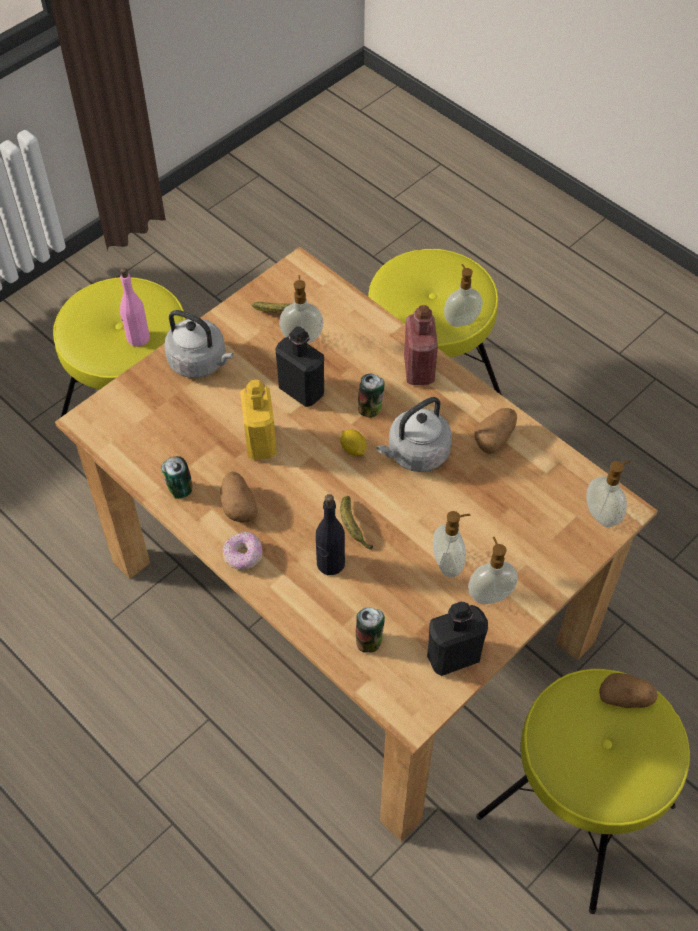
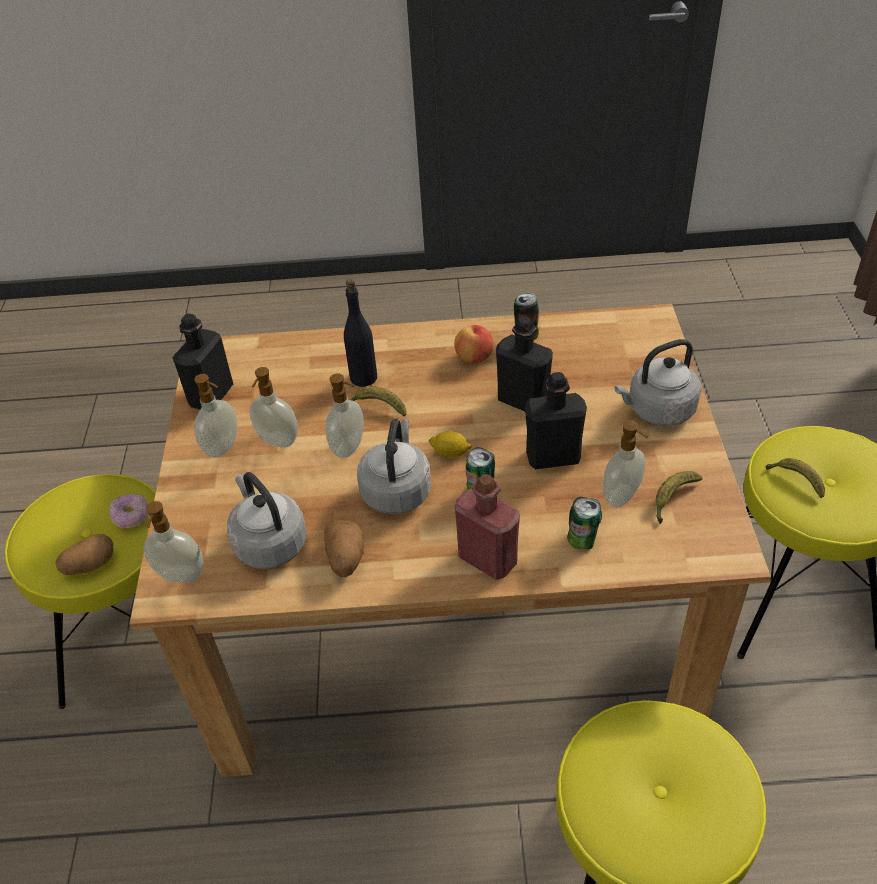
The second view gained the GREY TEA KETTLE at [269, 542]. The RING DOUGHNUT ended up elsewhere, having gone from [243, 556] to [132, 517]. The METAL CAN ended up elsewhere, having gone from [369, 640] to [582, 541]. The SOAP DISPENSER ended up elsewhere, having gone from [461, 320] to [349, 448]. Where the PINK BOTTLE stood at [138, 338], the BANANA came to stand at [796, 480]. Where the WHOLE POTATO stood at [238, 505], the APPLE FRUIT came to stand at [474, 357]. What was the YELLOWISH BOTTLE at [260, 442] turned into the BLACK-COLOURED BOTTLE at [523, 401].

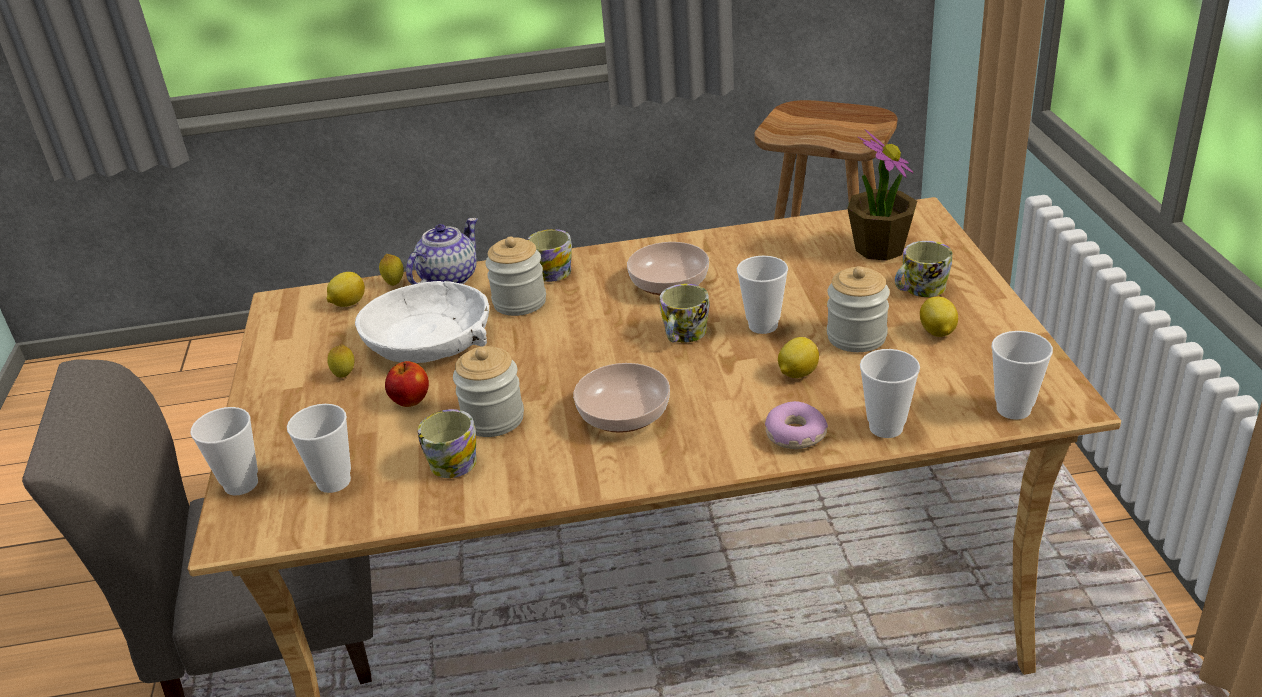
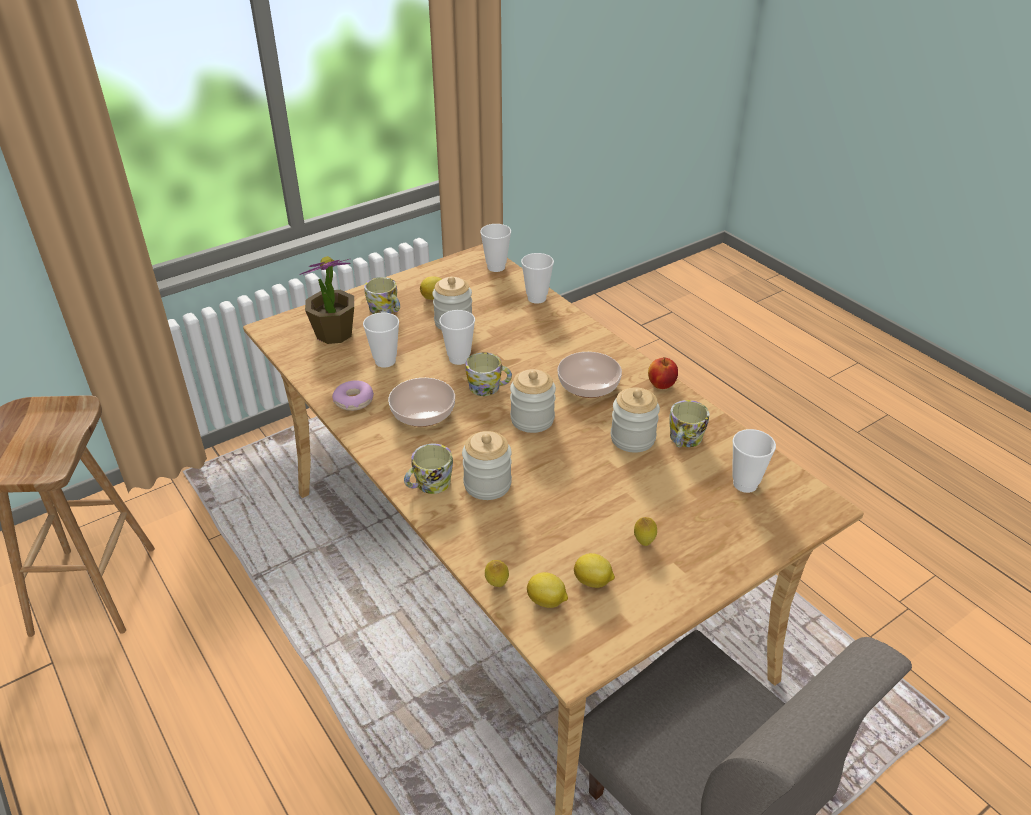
The second view lost the WHITISH DEEP DISH at [429, 340]. The second view lost the TEA POT at [448, 278]. The second view gained the JAR at [532, 419]. The CUP ended up elsewhere, having gone from [241, 484] to [385, 361]. The APPLE FRUIT ended up elsewhere, having gone from [410, 400] to [661, 385]. The RING DOUGHNUT ended up elsewhere, having gone from [794, 434] to [354, 401]. The WHOLE LEMON ended up elsewhere, having gone from [797, 373] to [593, 582].

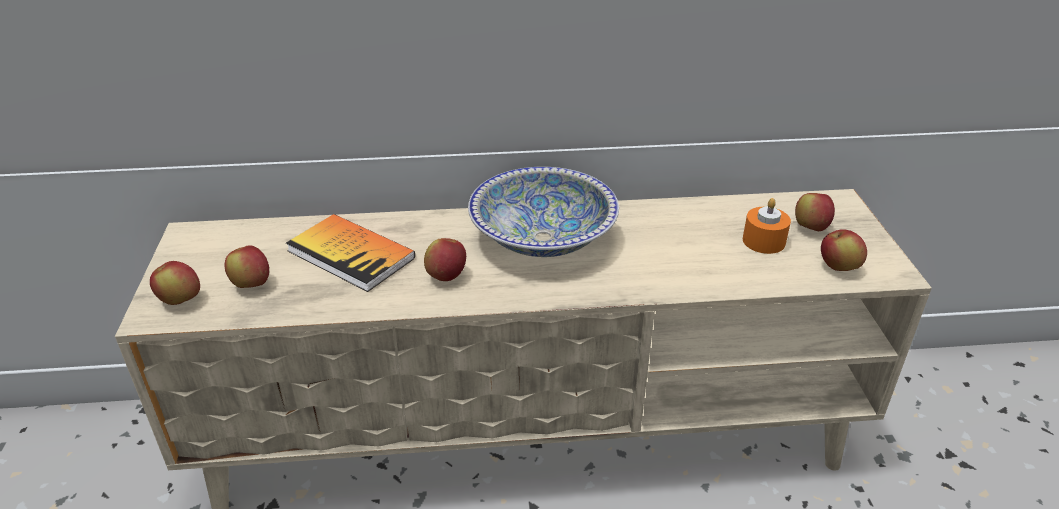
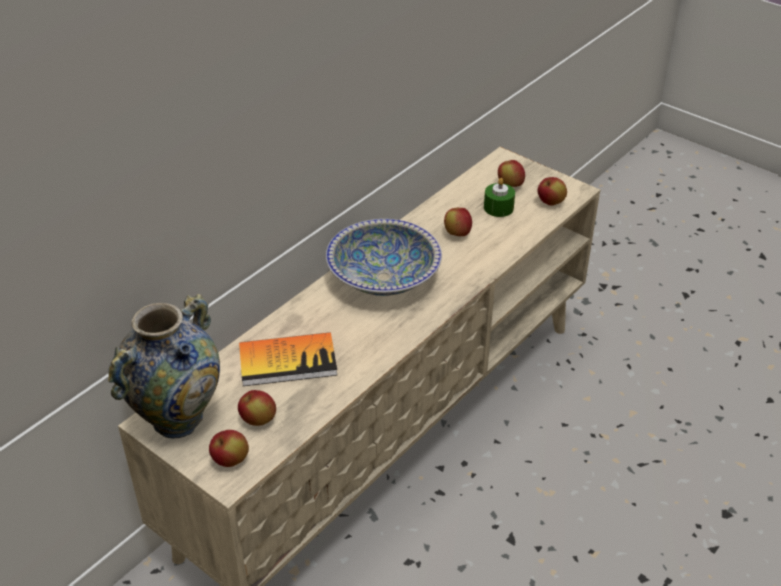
The second view gained the DECORATIVE VASE at [178, 419]. The APPLE FRUIT ended up elsewhere, having gone from [446, 276] to [457, 233]. What was the ORANGEY WAX LIGHT at [763, 241] turned into the GREENISH WAX LIGHT at [498, 208].

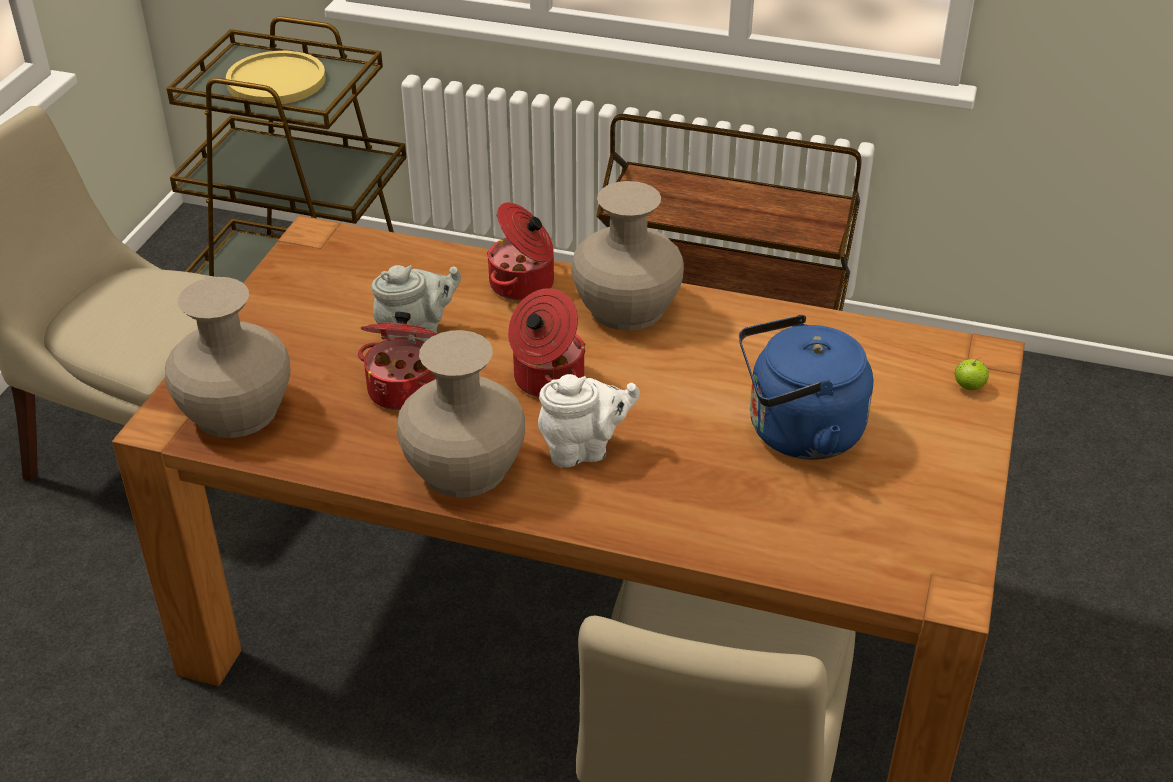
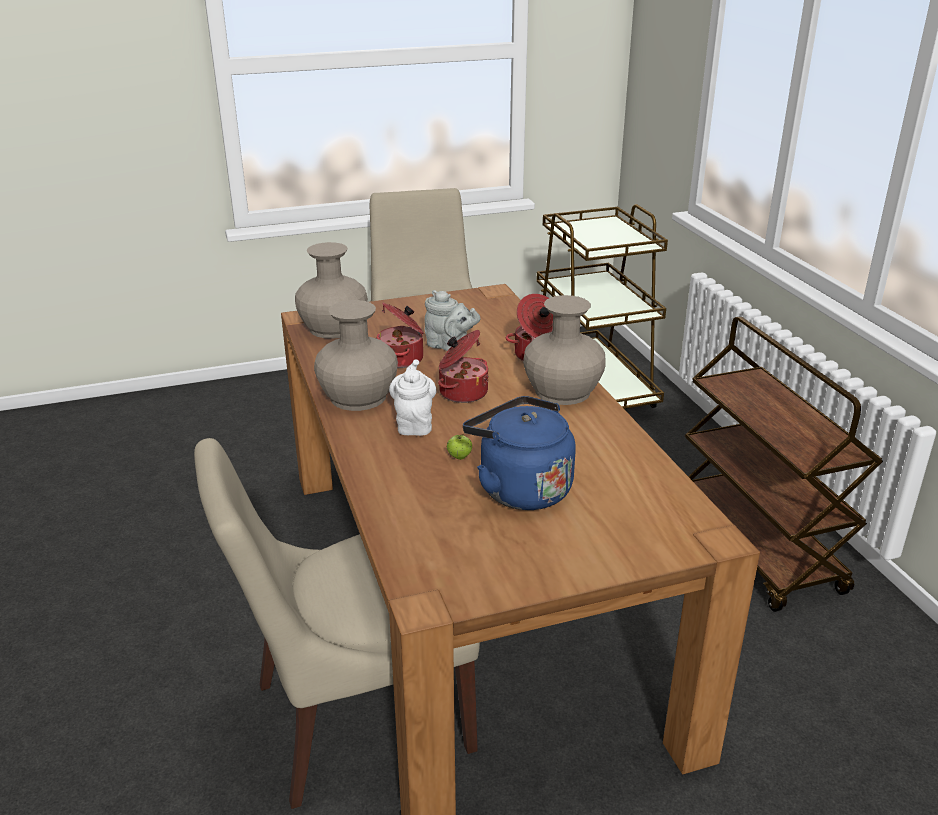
The second view lost the YELLOWISH PLATE at [276, 81]. The APPLE FRUIT ended up elsewhere, having gone from [968, 387] to [459, 457]. The WHITISH TEA POT at [583, 450] ended up facing another way, 135 degrees counterclockwise from before.

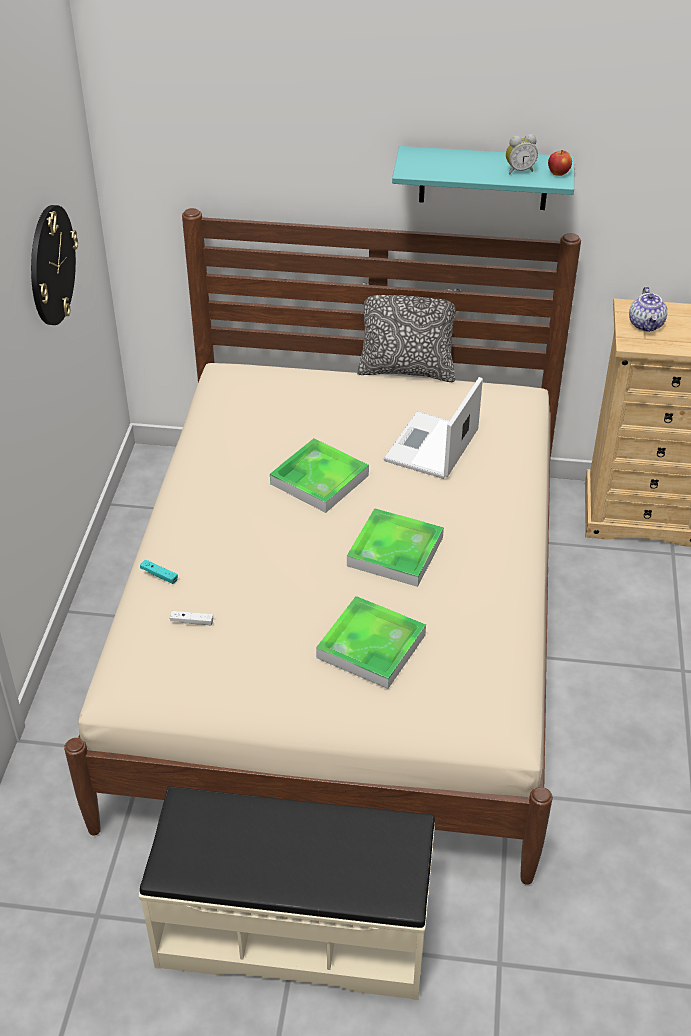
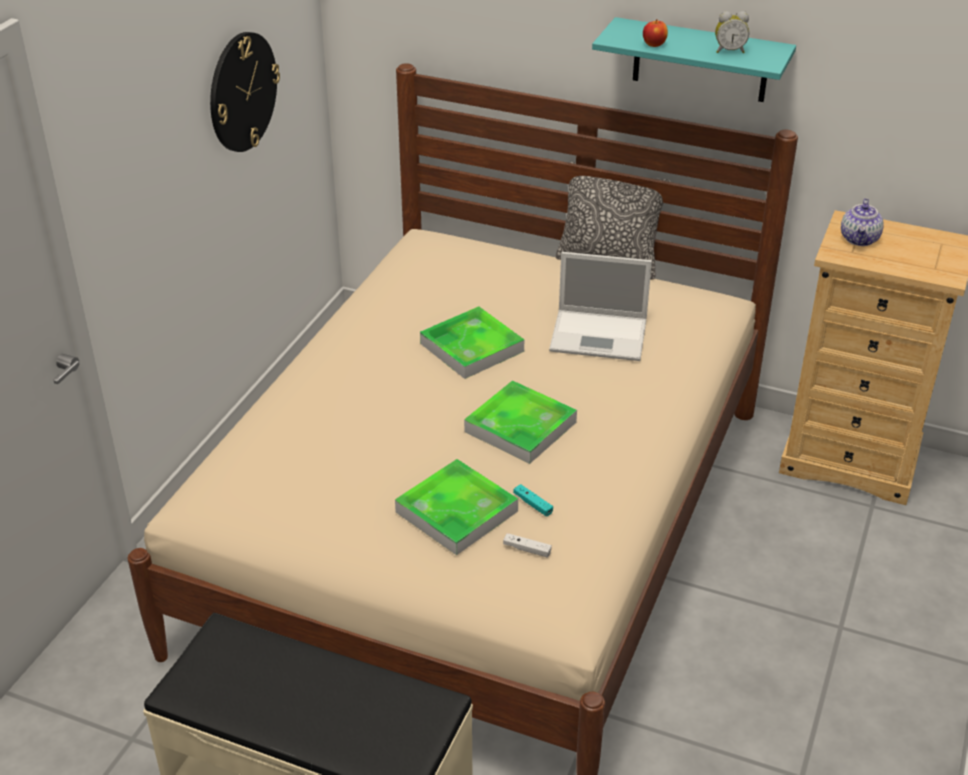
The TURQUOISE-COLOURED GAME CONTROLLER ended up elsewhere, having gone from [159, 575] to [533, 504]. The WHITISH GAME CONTROLLER ended up elsewhere, having gone from [192, 621] to [527, 549]. The APPLE FRUIT ended up elsewhere, having gone from [558, 173] to [654, 44]. The LAPTOP at [431, 447] ended up facing another way, 120 degrees counterclockwise from before.

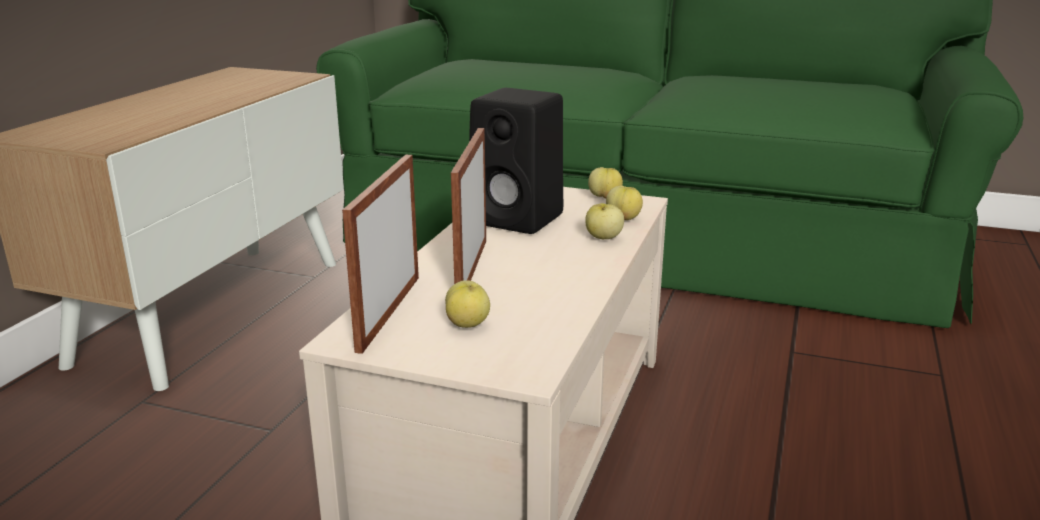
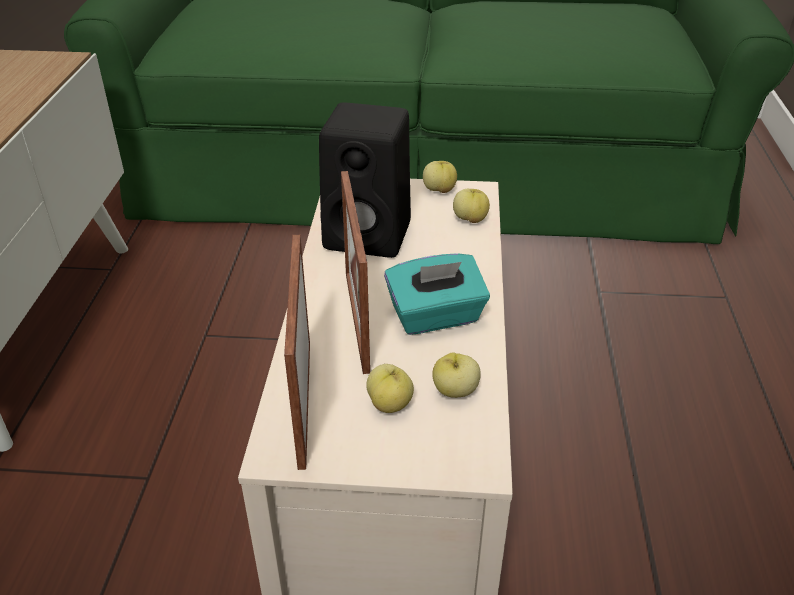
The second view gained the TURQUOISE-COLOURED TISSUE HOLDER at [436, 317]. The APPLE FRUIT ended up elsewhere, having gone from [603, 238] to [454, 391].

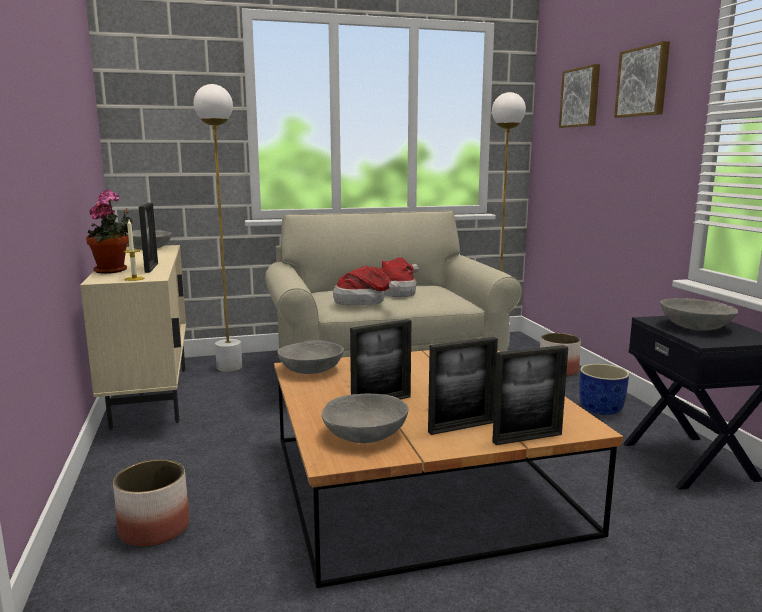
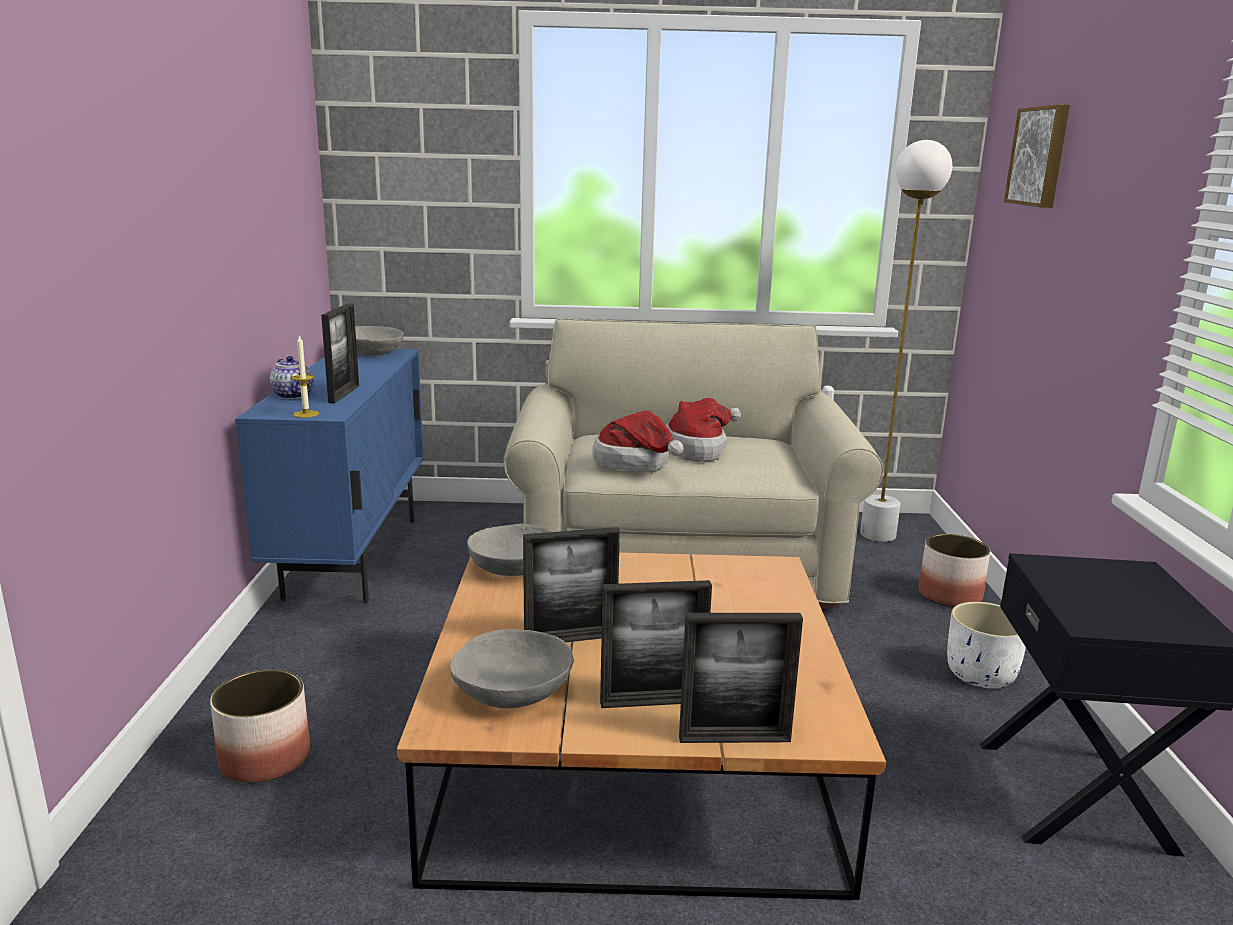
The second view lost the WHITISH FLOOR LAMP at [229, 367]. The second view lost the WALL PICTURE at [643, 82]. The second view lost the GREY DEEP DISH at [695, 327]. Where the PLANT IN A POT stood at [113, 271], the TEA POT came to stand at [294, 395]. What was the BEIGE-COLOURED CUPBOARD at [151, 396] turned into the BLUISH CUPBOARD at [353, 557]. What was the BLUISH PLANT POT at [601, 409] turned into the WHITISH PLANT POT at [981, 676].

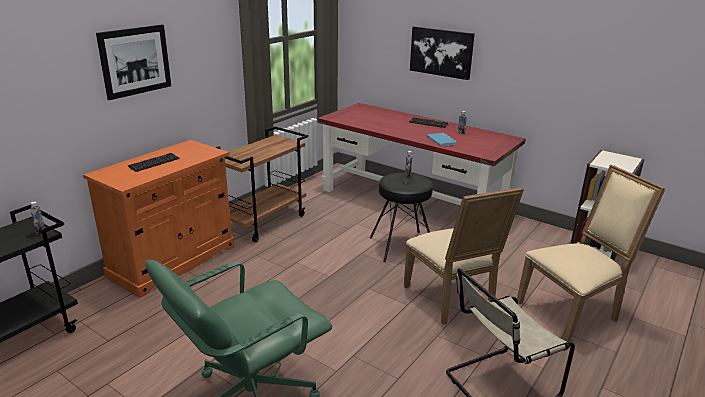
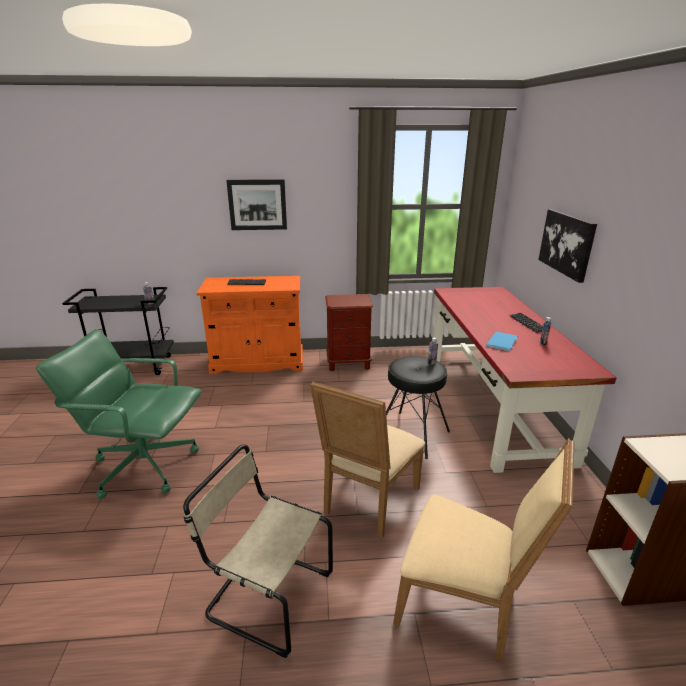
Where the BROWNISH TROLLEY stood at [264, 221], the BROWNISH NIGHT TABLE came to stand at [348, 363].

